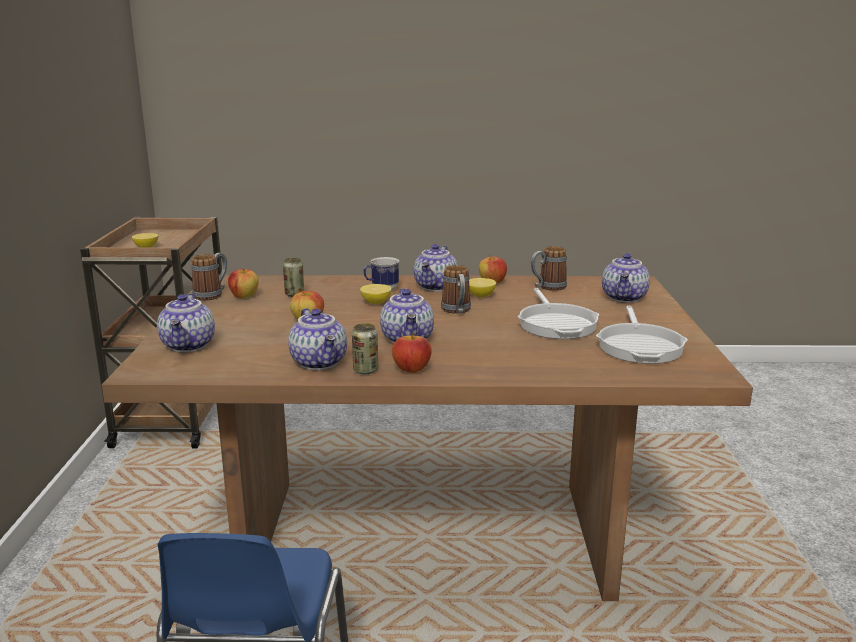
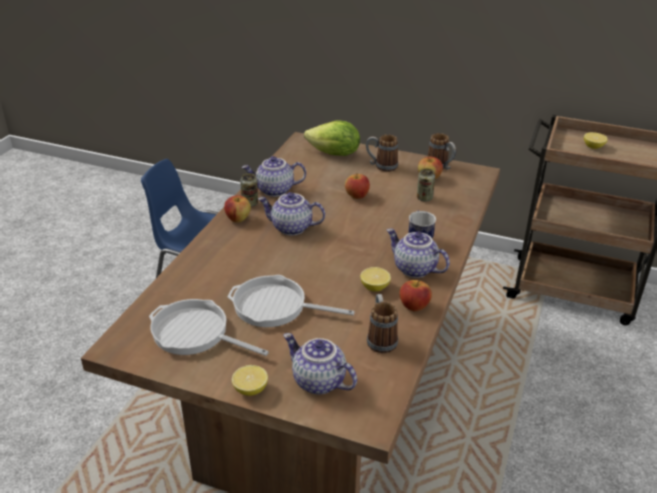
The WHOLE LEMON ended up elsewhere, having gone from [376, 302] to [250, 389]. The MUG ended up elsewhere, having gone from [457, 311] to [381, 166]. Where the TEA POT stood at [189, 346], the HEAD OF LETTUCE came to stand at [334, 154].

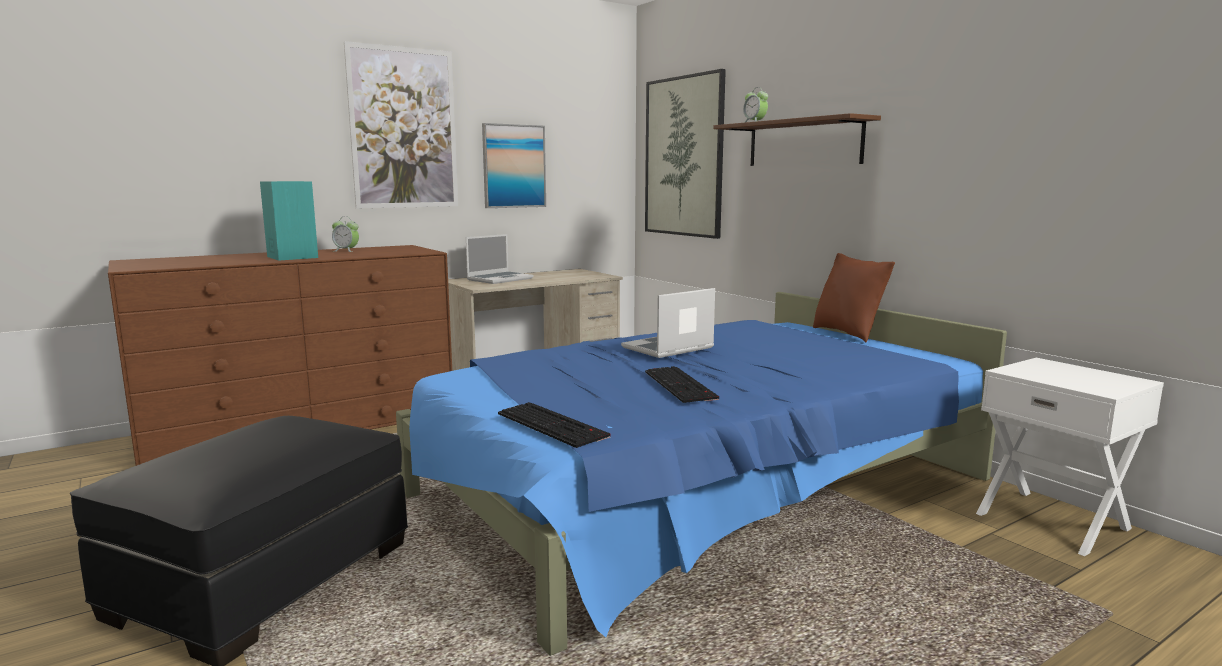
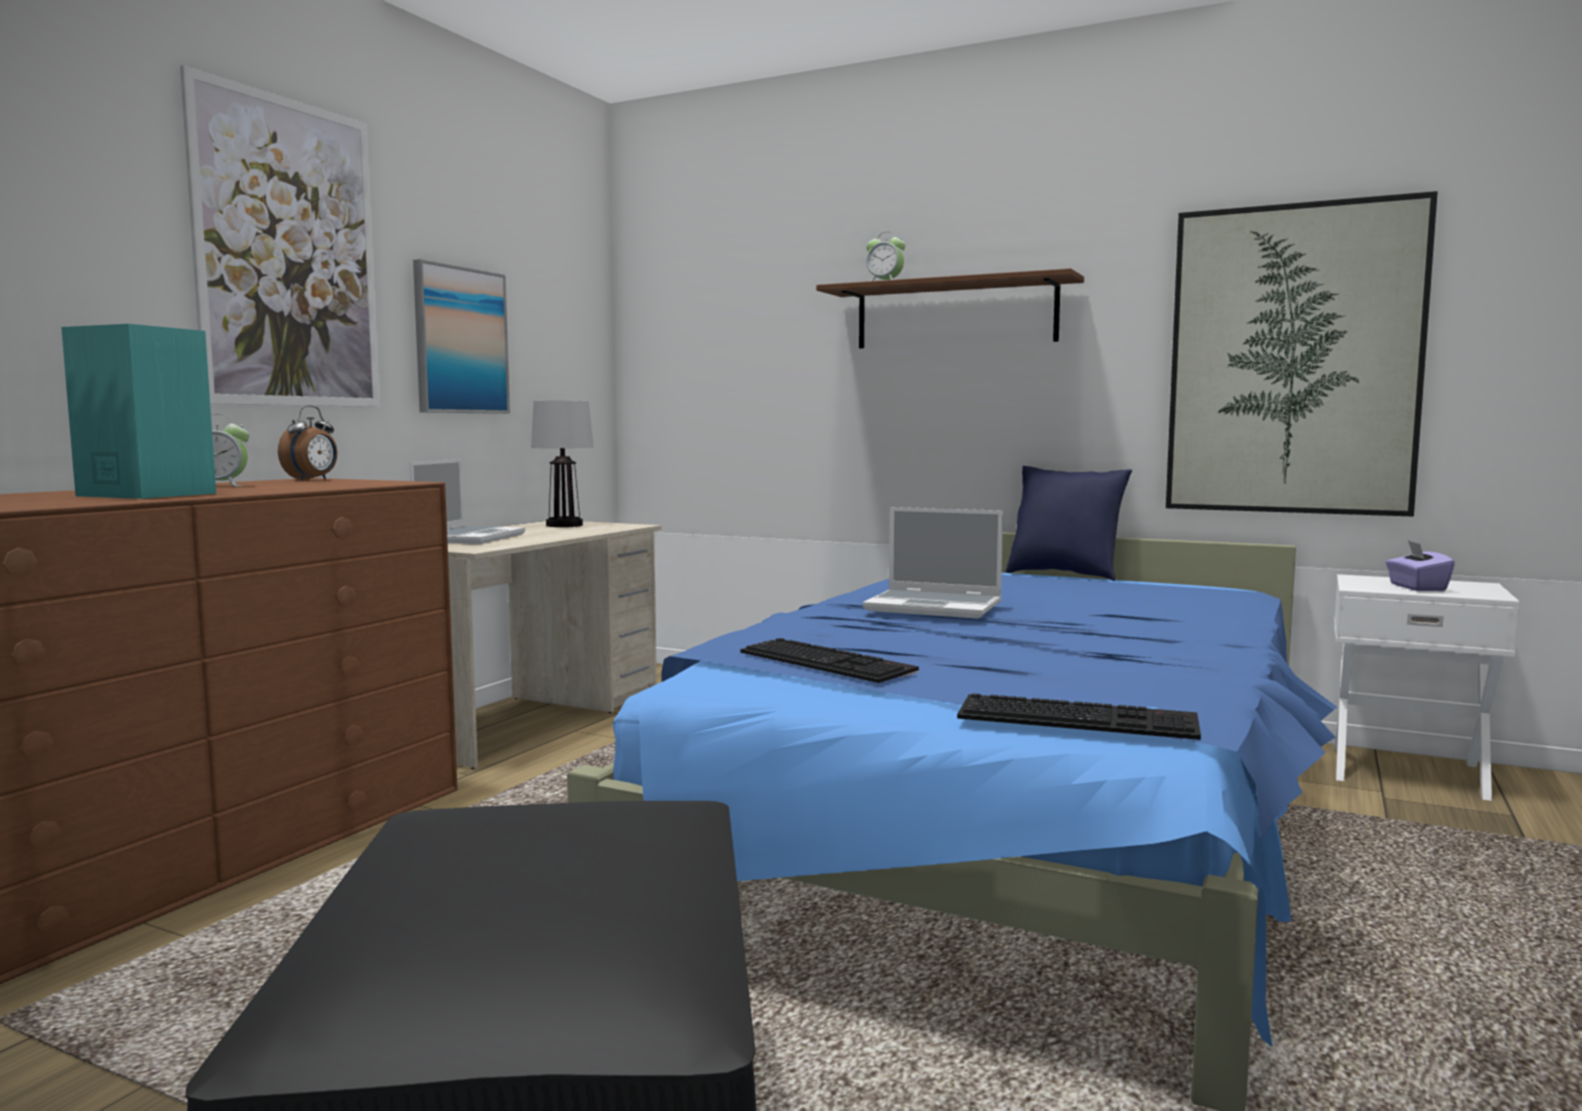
The second view gained the TABLE CLOCK at [312, 479]. The second view gained the TABLE LAMP at [564, 525]. The second view gained the PURPLE-COLOURED TISSUE HOLDER at [1416, 588]. The WALL PICTURE ended up elsewhere, having gone from [683, 157] to [1292, 360]. The PC KEYBOARD ended up elsewhere, having gone from [681, 385] to [829, 662]. What was the BROWNISH CUSHION at [848, 334] turned into the BLUISH CUSHION at [1064, 575]. The LAPTOP at [668, 348] ended up facing another way, 90 degrees counterclockwise from before.

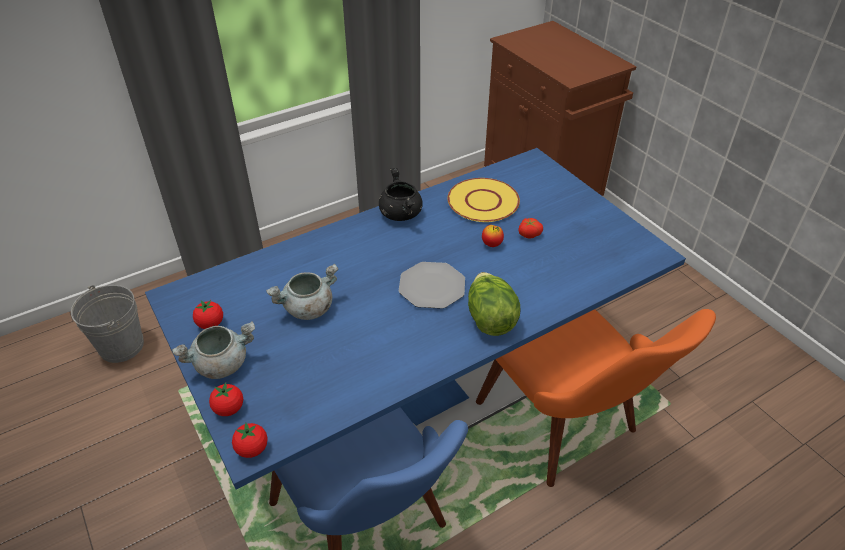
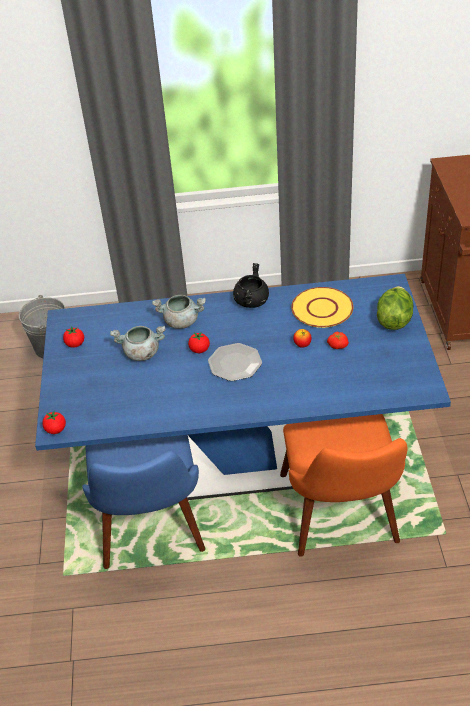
The GREY SAUCEPOT ended up elsewhere, having gone from [222, 364] to [181, 321]. The FRESH TOMATO ended up elsewhere, having gone from [229, 408] to [199, 350]. The HEAD OF LETTUCE ended up elsewhere, having gone from [490, 319] to [394, 320].

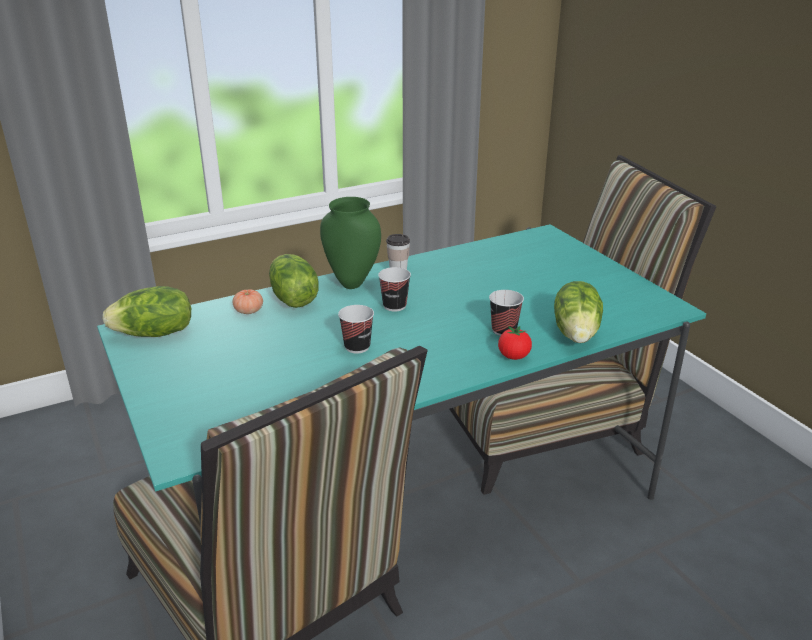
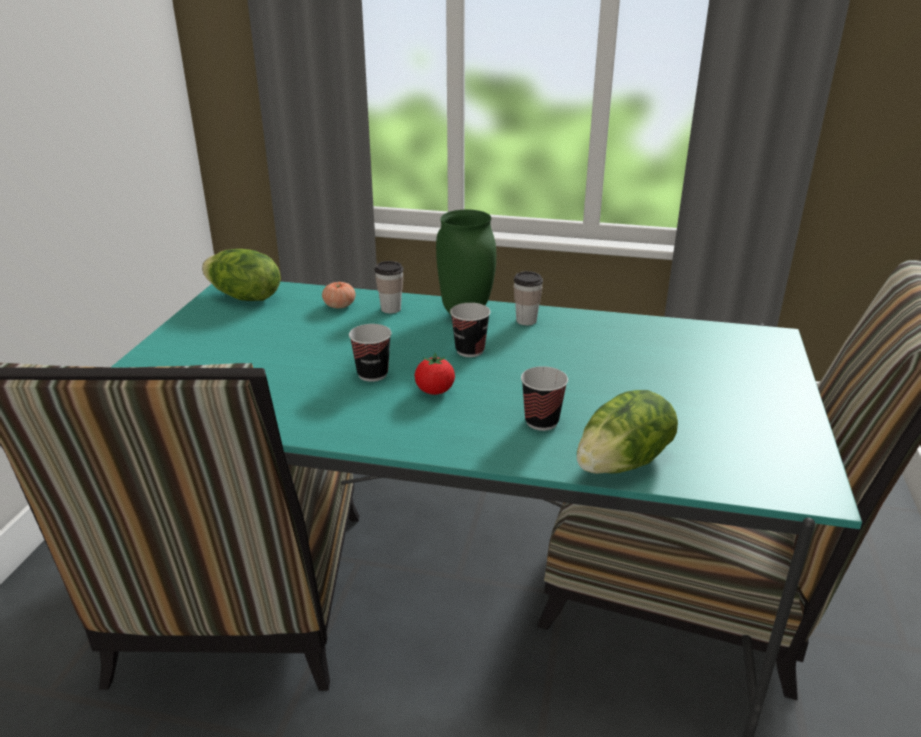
The FRESH TOMATO ended up elsewhere, having gone from [513, 356] to [435, 391]. Where the HEAD OF LETTUCE stood at [292, 299], the CUP came to stand at [390, 309].

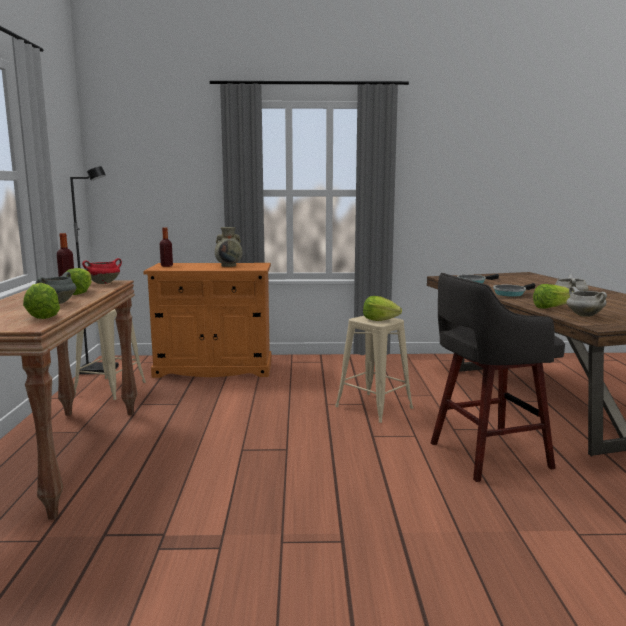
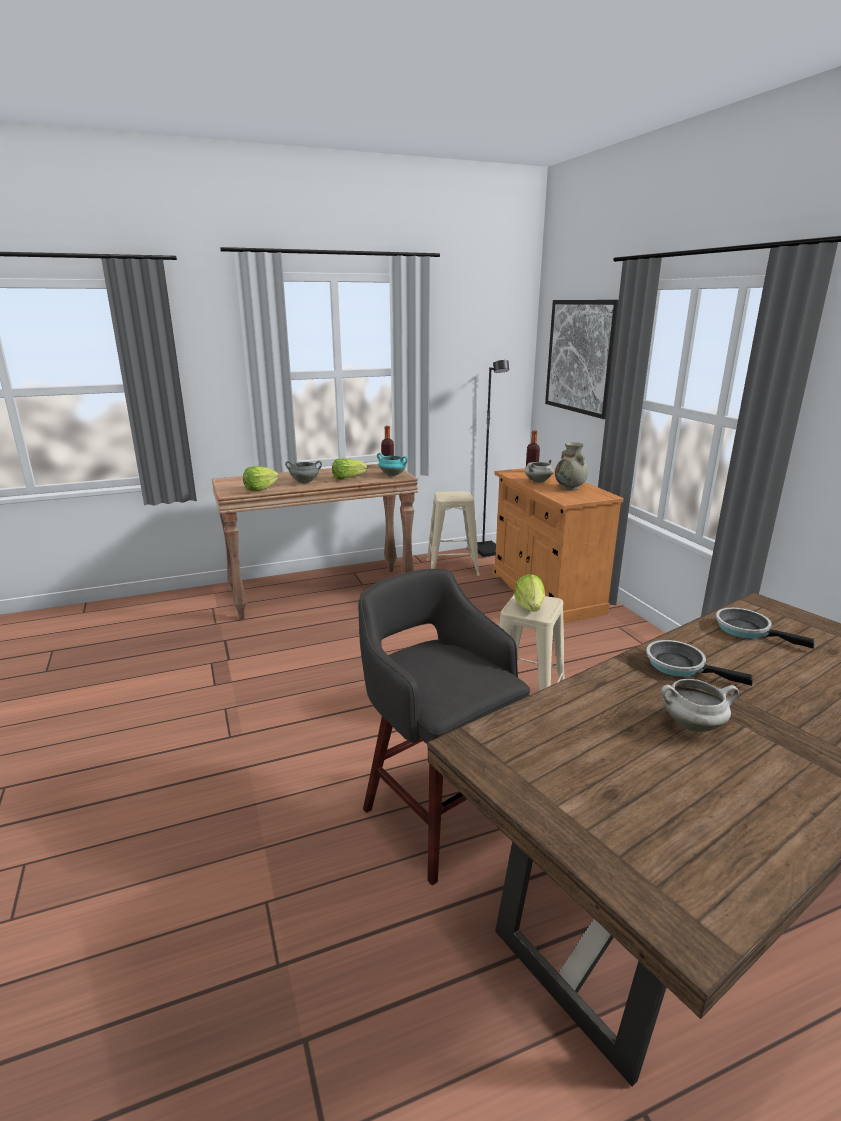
The second view lost the HEAD OF LETTUCE at [551, 308]. The second view gained the WALL PICTURE at [581, 357]. The WHITISH SAUCEPOT ended up elsewhere, having gone from [584, 315] to [538, 481]. What was the RED SAUCEPOT at [104, 283] turned into the TURQUOISE-COLOURED SAUCEPOT at [393, 475].

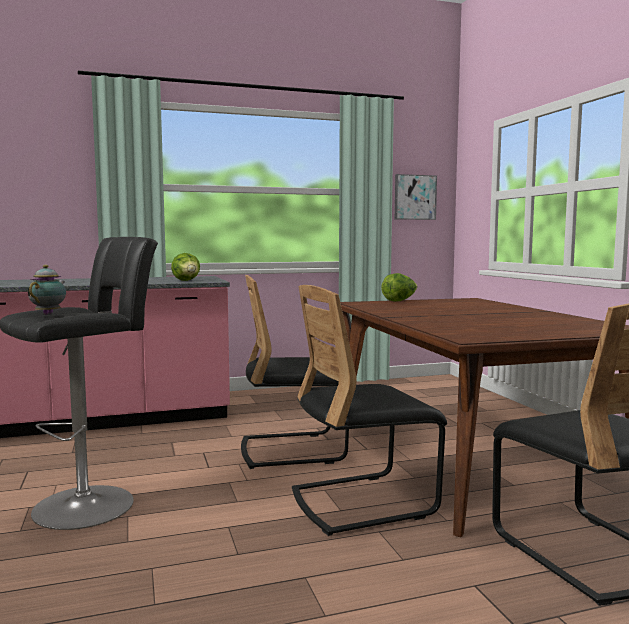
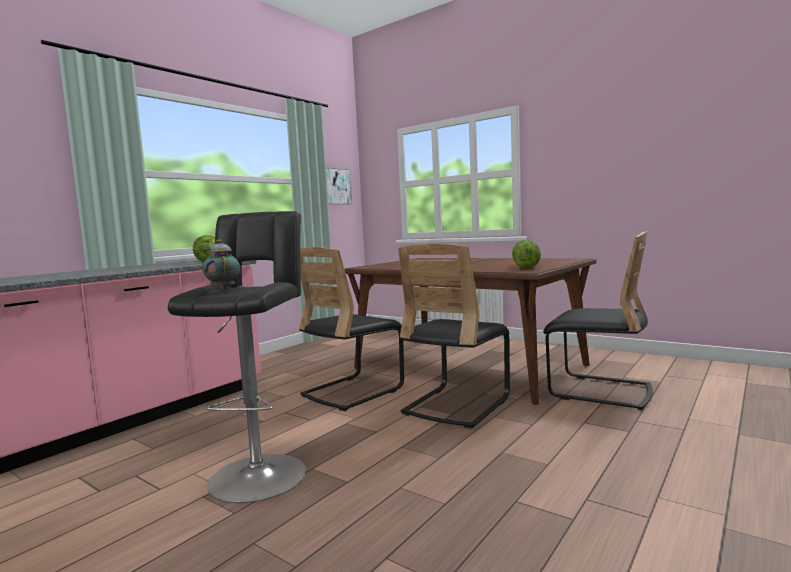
The HEAD OF LETTUCE ended up elsewhere, having gone from [399, 301] to [526, 268].

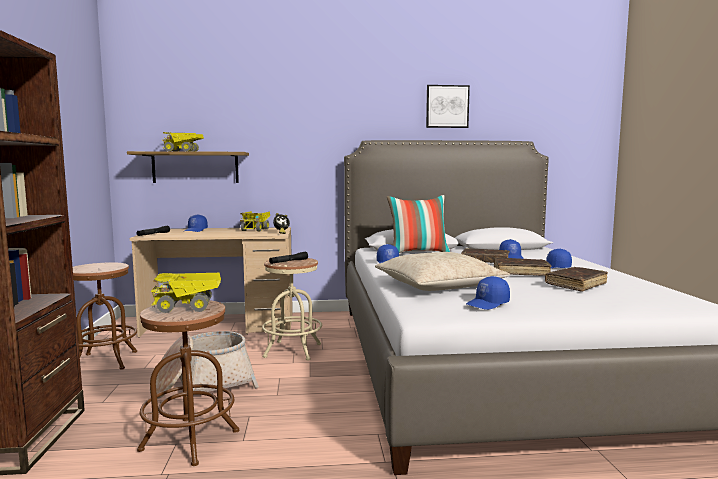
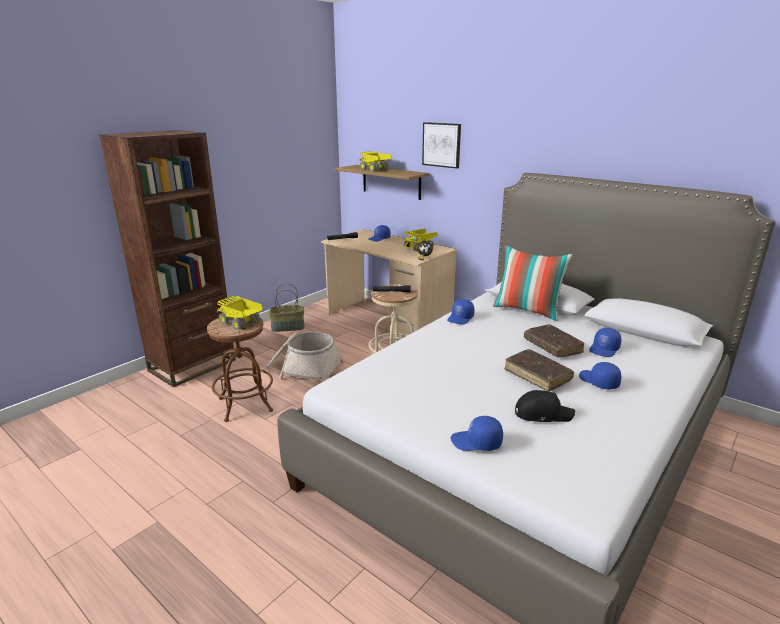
The second view lost the BEIGE-COLOURED CUSHION at [438, 285]. The WALL PICTURE ended up elsewhere, having gone from [447, 106] to [442, 145]. The BLUISH BASEBALL CAP ended up elsewhere, having gone from [488, 304] to [476, 442]. Where the BROWNISH SITTING STOOL stood at [104, 361], the BASKET came to stand at [287, 327]. Where the BROWNISH BOUND BOOK stood at [576, 285], the BLACK-COLOURED BASEBALL CAP came to stand at [542, 414].

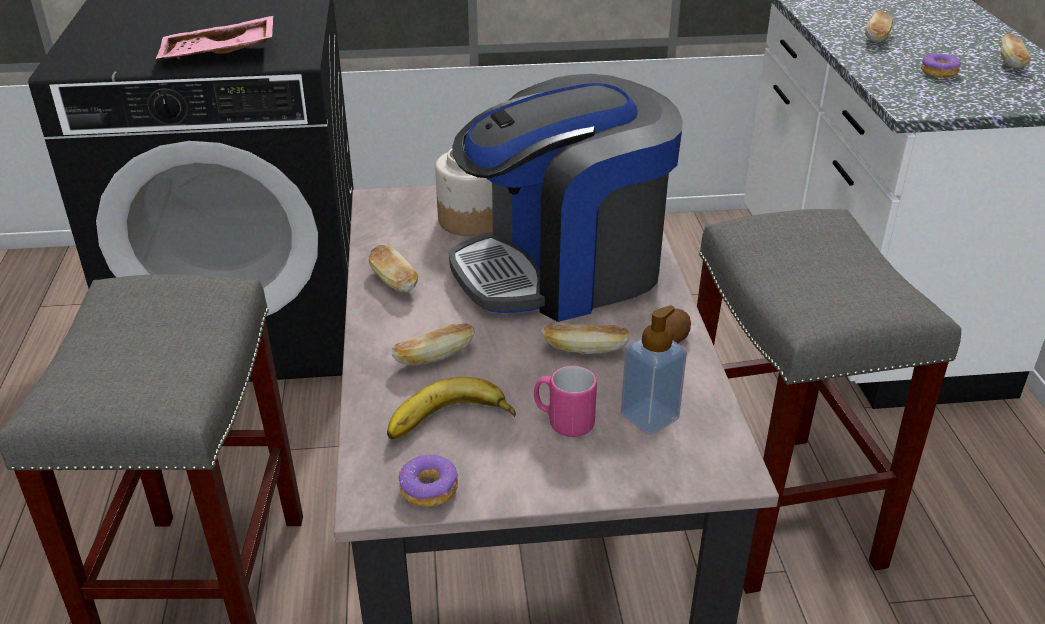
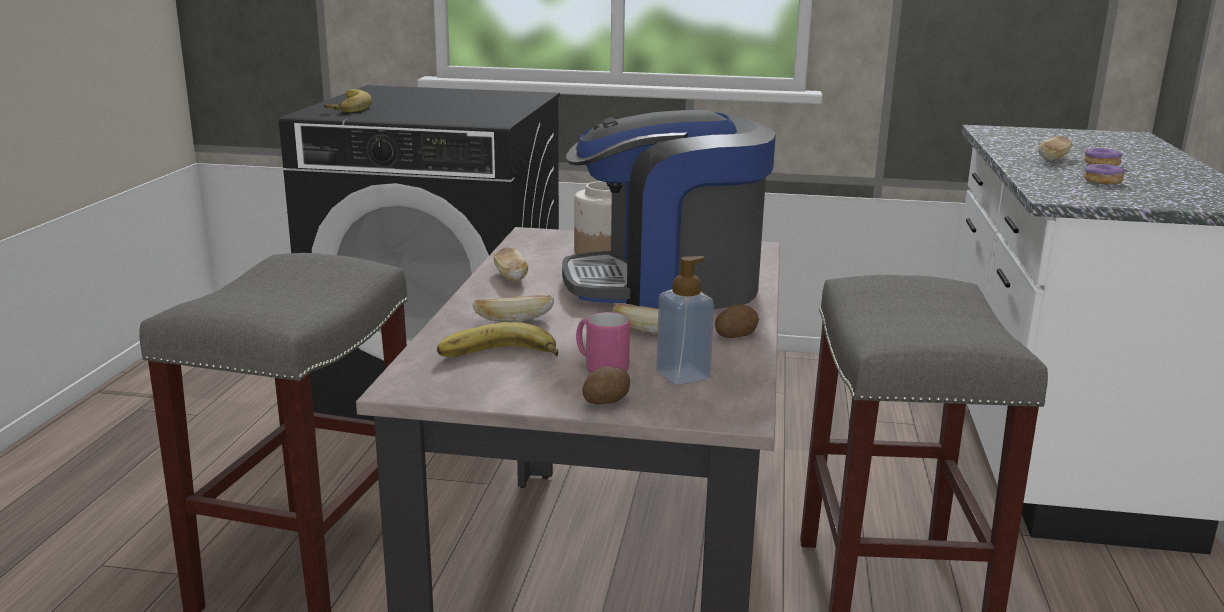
The second view lost the PINK TRAY at [219, 54]. The second view lost the BAKED BREAD at [1011, 63]. The second view gained the BANANA at [345, 107]. The second view gained the WHOLE POTATO at [607, 401]. The RING DOUGHNUT ended up elsewhere, having gone from [429, 489] to [1102, 164].

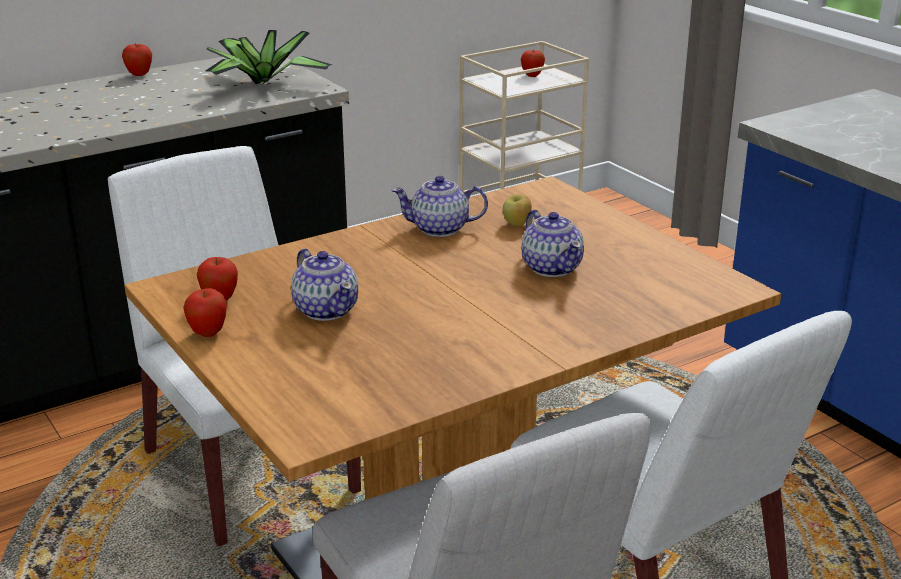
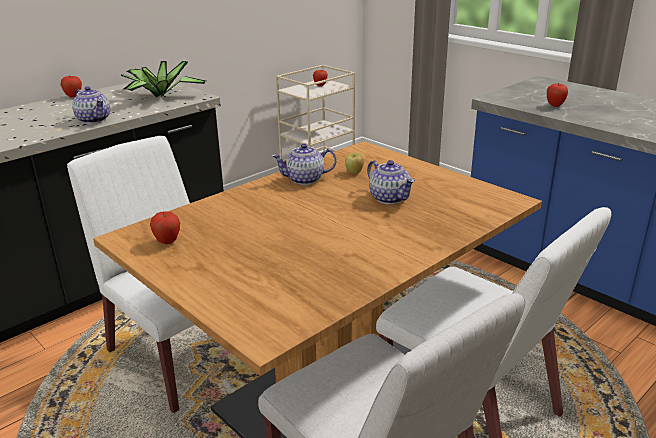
The APPLE FRUIT ended up elsewhere, having gone from [208, 333] to [555, 106]. The TEA POT ended up elsewhere, having gone from [326, 310] to [94, 119].

